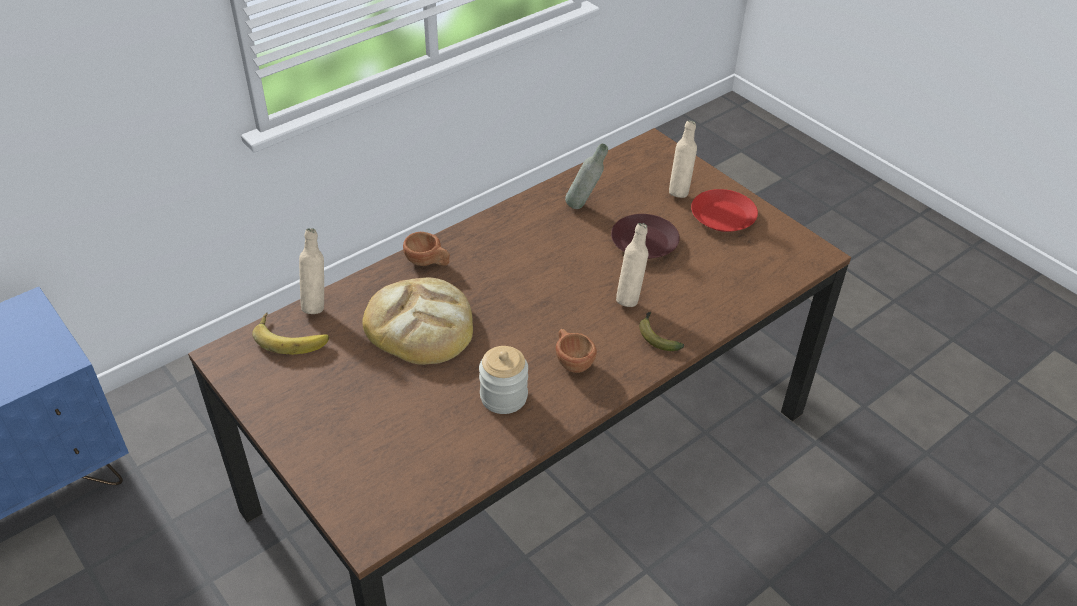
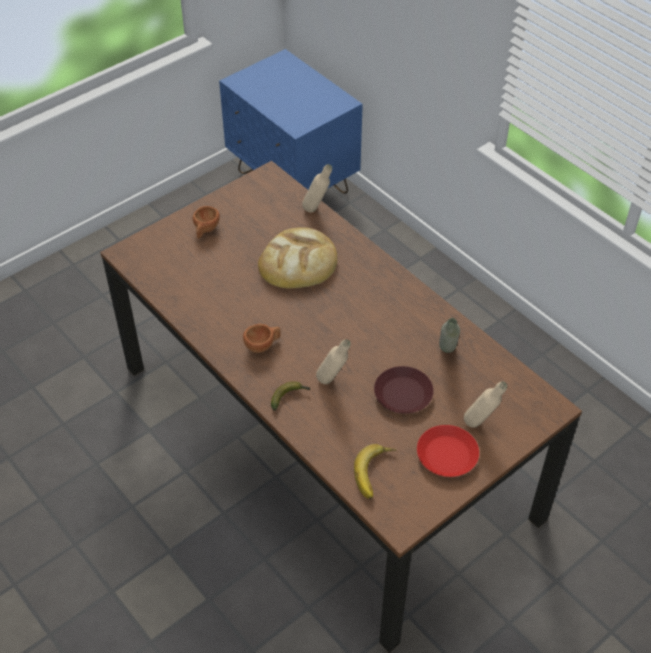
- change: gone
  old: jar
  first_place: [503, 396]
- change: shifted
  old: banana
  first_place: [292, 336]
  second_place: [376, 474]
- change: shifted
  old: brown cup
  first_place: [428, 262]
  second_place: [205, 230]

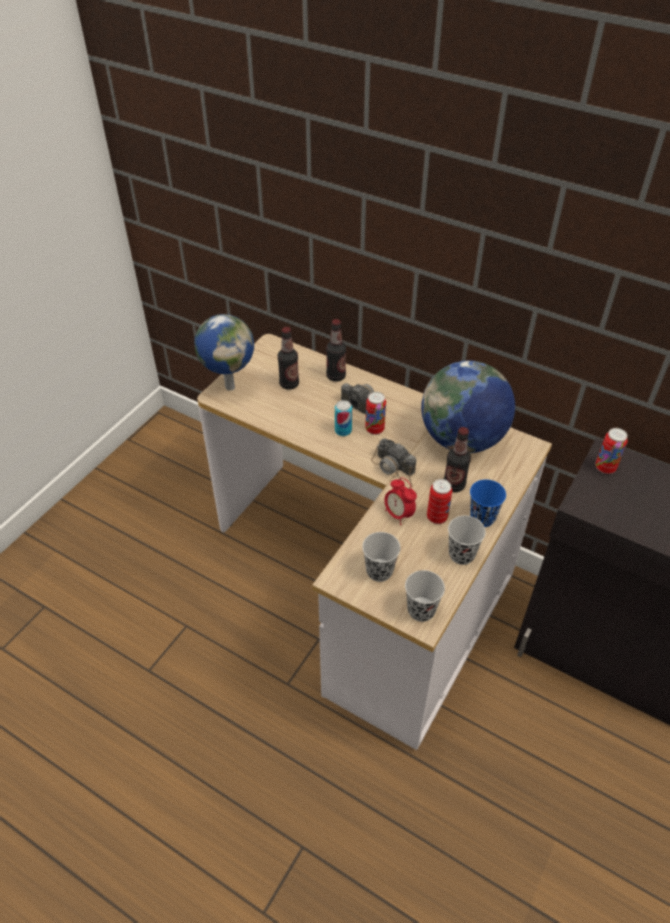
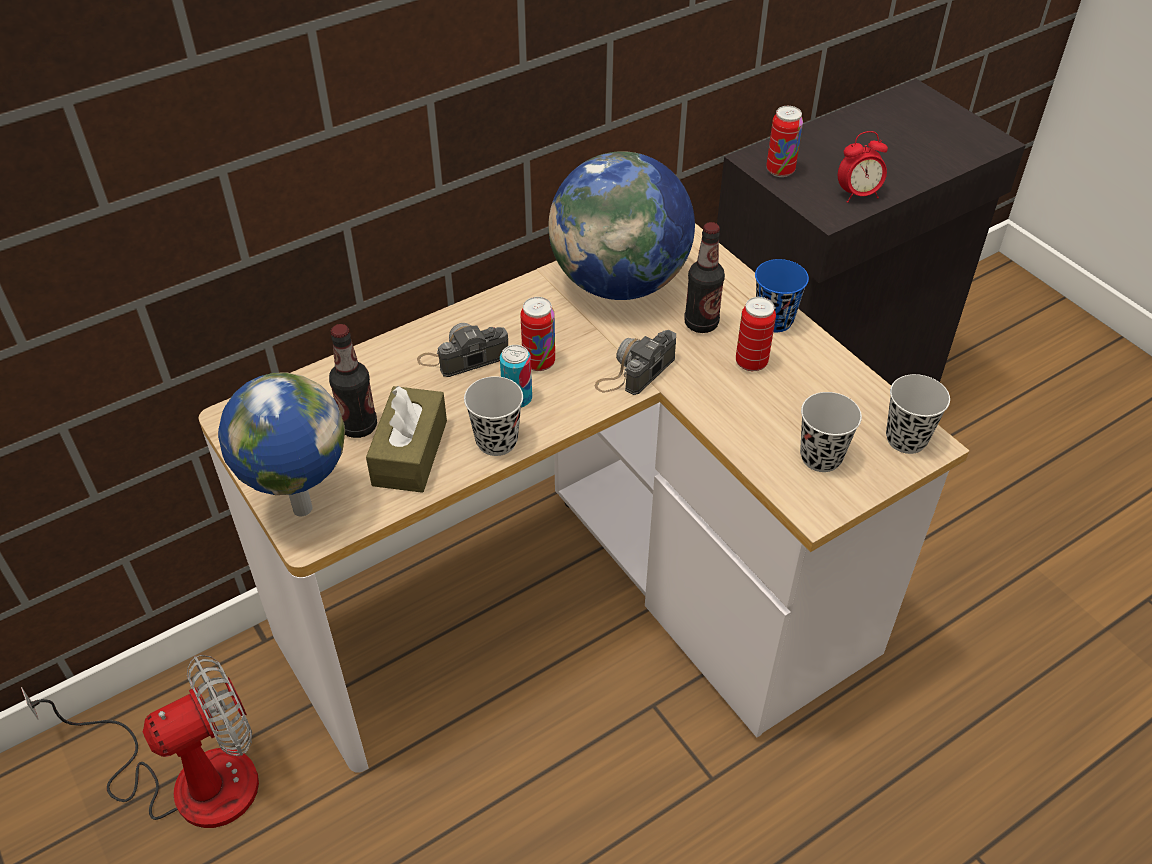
- change: gone
  old: bottle
  first_place: [336, 376]
- change: new
  new: fan
  second_place: [189, 778]
- change: new
  new: brown tissue box
  second_place: [410, 453]
- change: shifted
  old: alarm clock
  first_place: [398, 514]
  second_place: [858, 195]
- change: shifted
  old: black cup
  first_place: [461, 554]
  second_place: [496, 441]
- change: rotated
  old: photo camera
  first_place: [394, 469]
  second_place: [635, 371]
  degrees: 150

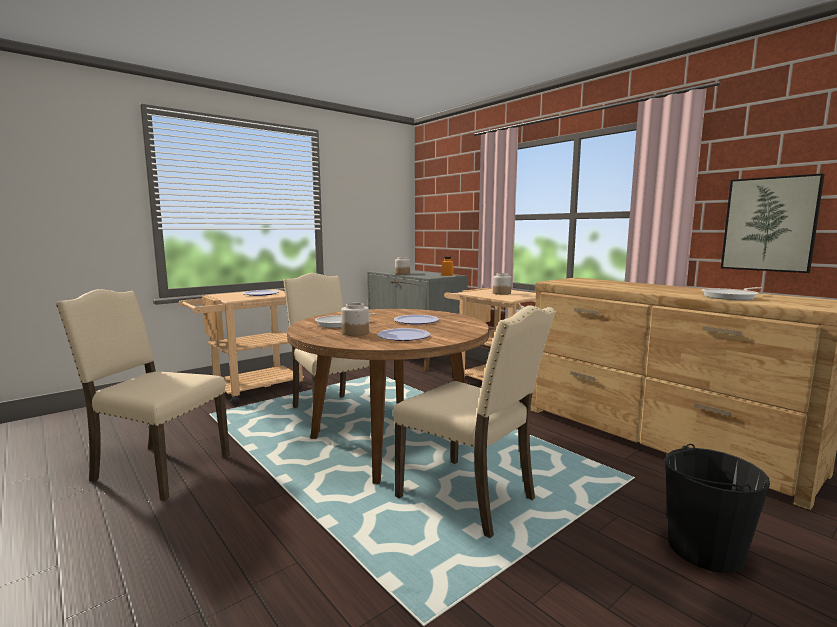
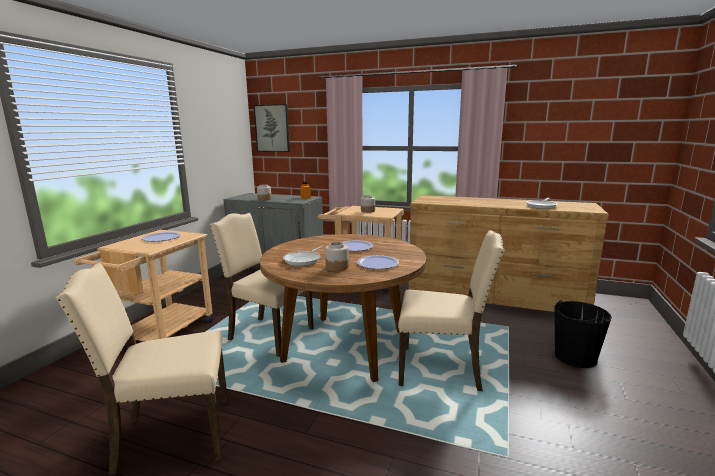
- change: shifted
  old: picture
  first_place: [769, 224]
  second_place: [272, 128]

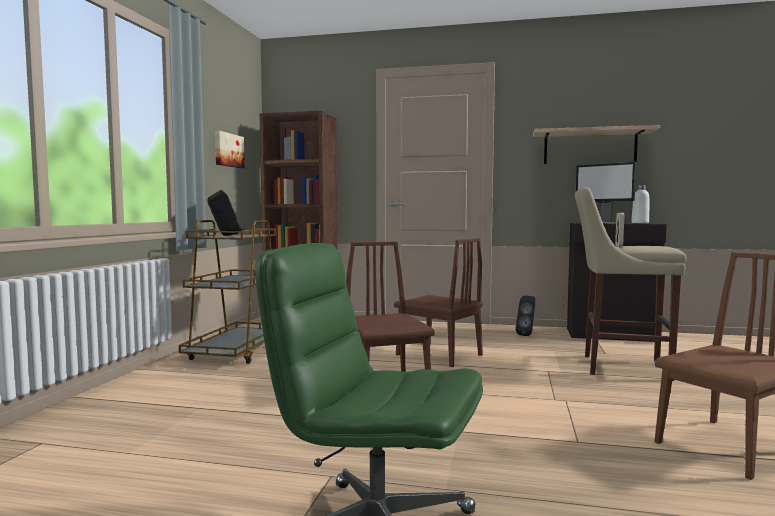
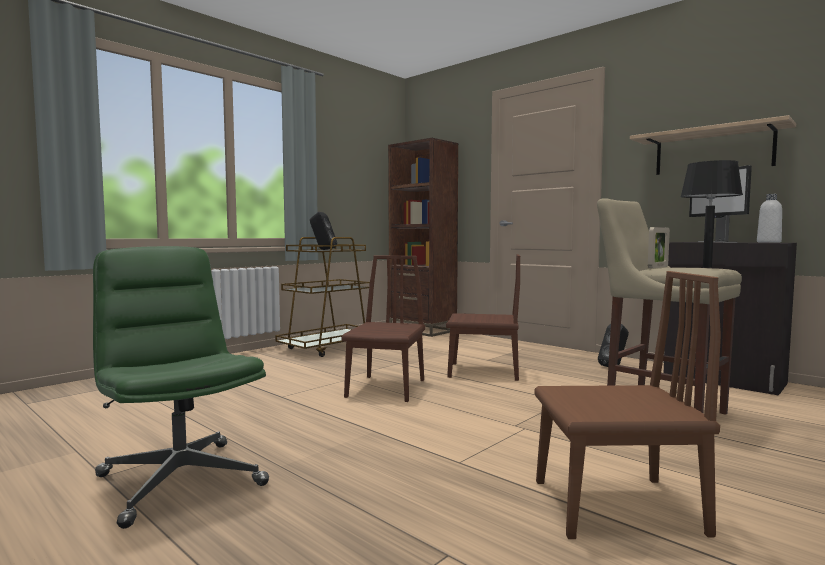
- change: gone
  old: picture
  first_place: [228, 150]
- change: new
  new: black table lamp
  second_place: [707, 267]
- change: rotated
  old: brown chair
  first_place: [438, 355]
  second_place: [483, 371]
  degrees: -60

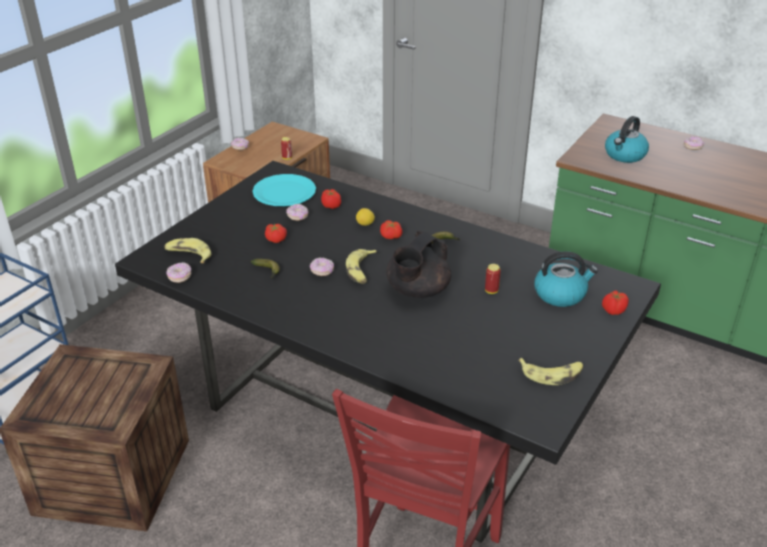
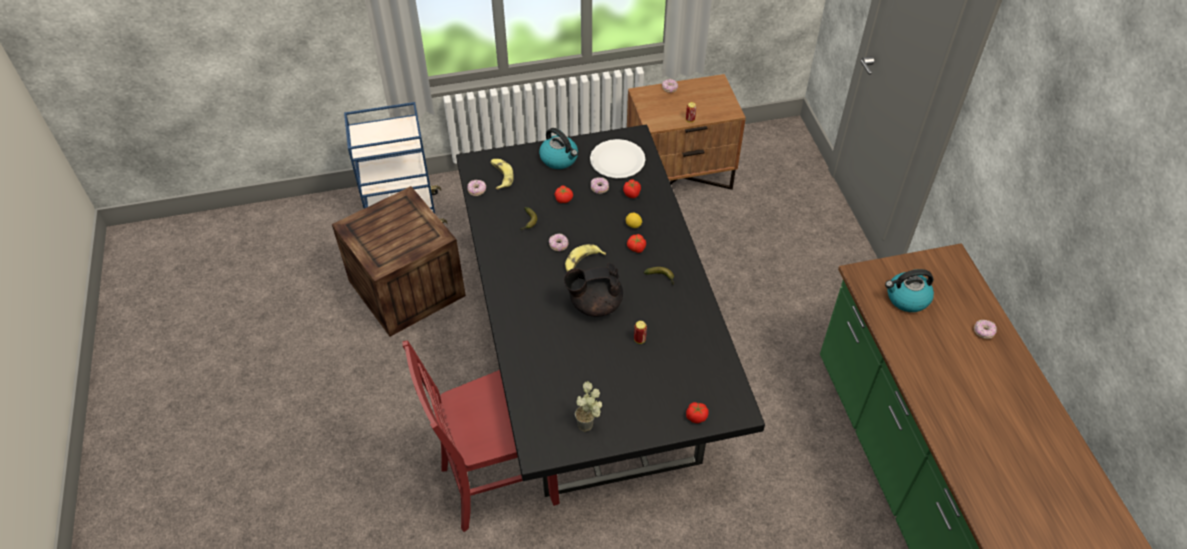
- change: shifted
  old: kettle
  first_place: [560, 294]
  second_place: [559, 159]
- change: swapped
  old: banana
  new: potted plant
  first_place: [552, 374]
  second_place: [590, 426]
- change: repainted
  old: turquoise plate
  new: white plate
  first_place: [284, 192]
  second_place: [617, 160]

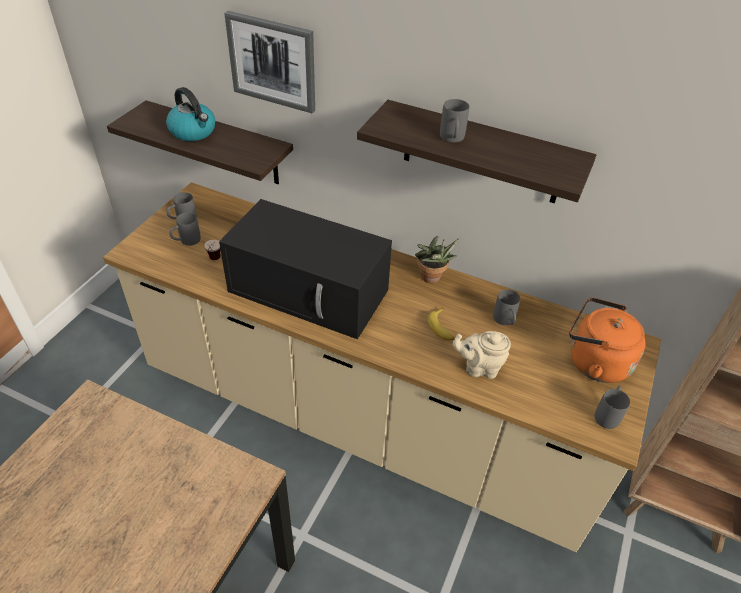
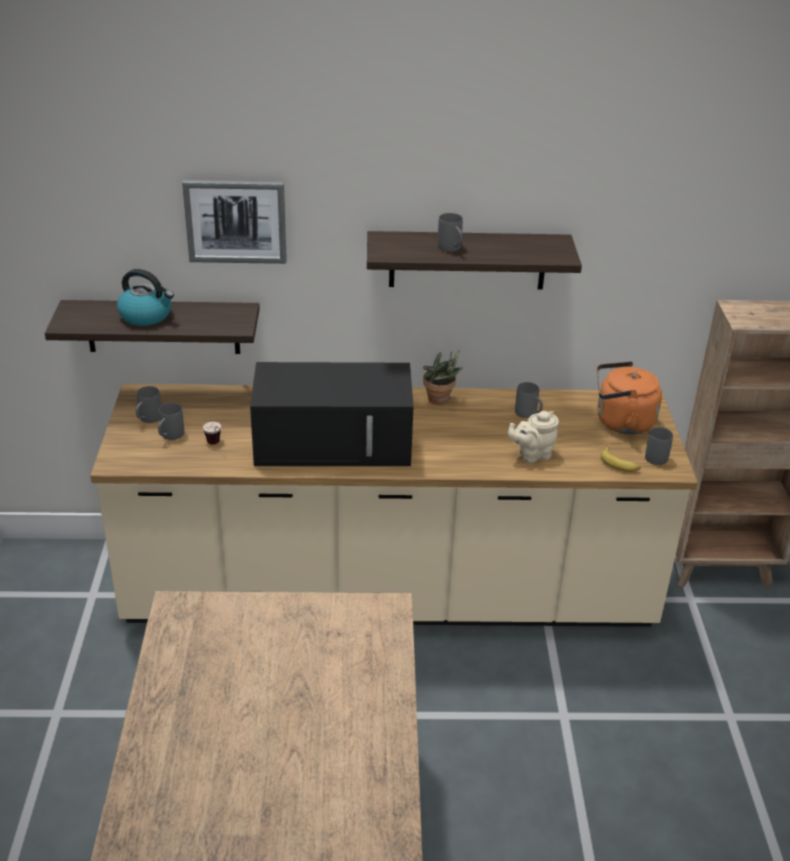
- change: shifted
  old: banana
  first_place: [442, 328]
  second_place: [619, 464]

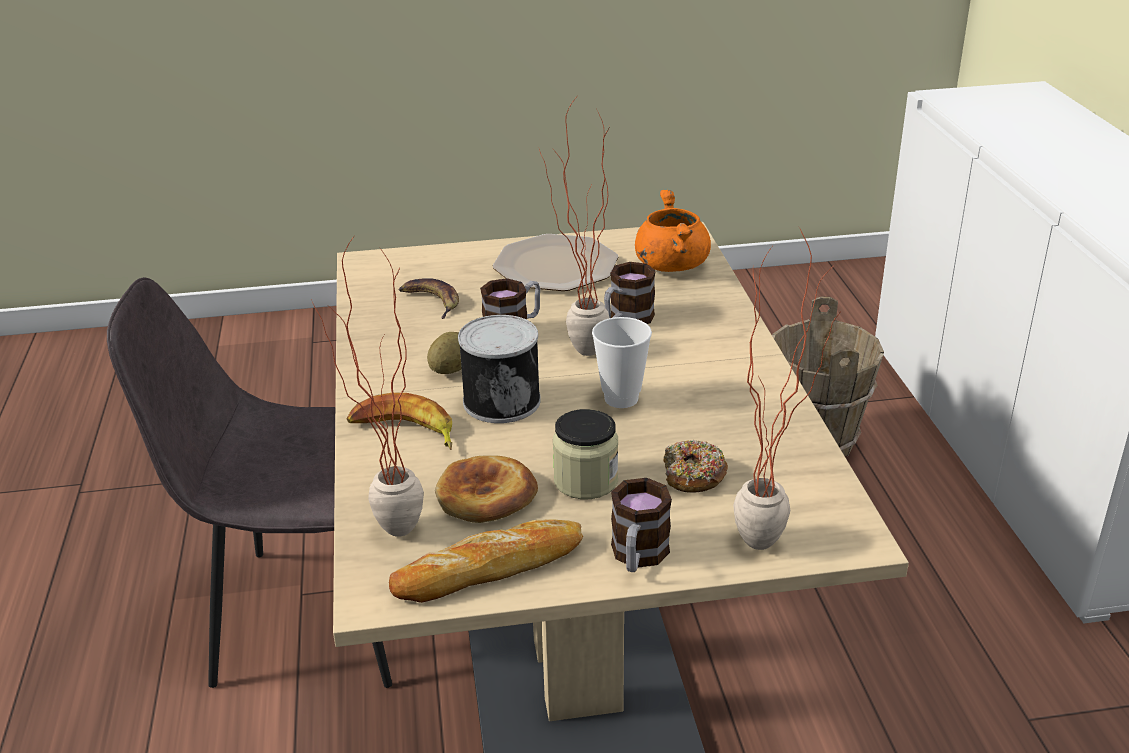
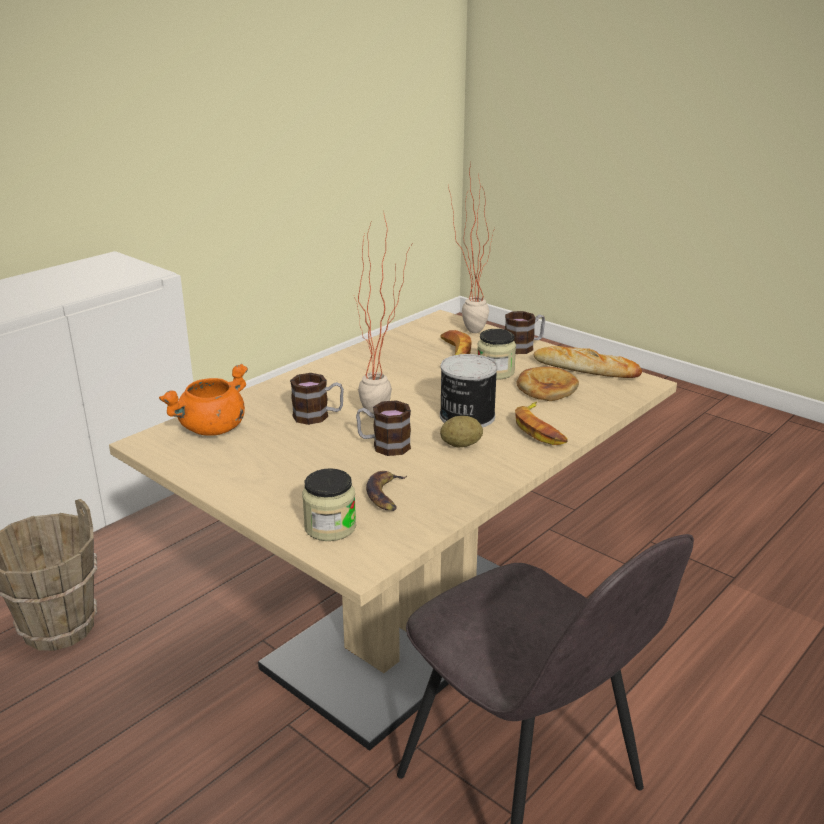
- change: gone
  old: potted plant
  first_place: [385, 537]
- change: gone
  old: plate
  first_place: [554, 266]
- change: gone
  old: cup
  first_place: [621, 398]
- change: new
  new: jar
  second_place: [330, 527]
- change: swapped
  old: donut
  new: banana
  first_place: [693, 476]
  second_place: [451, 353]

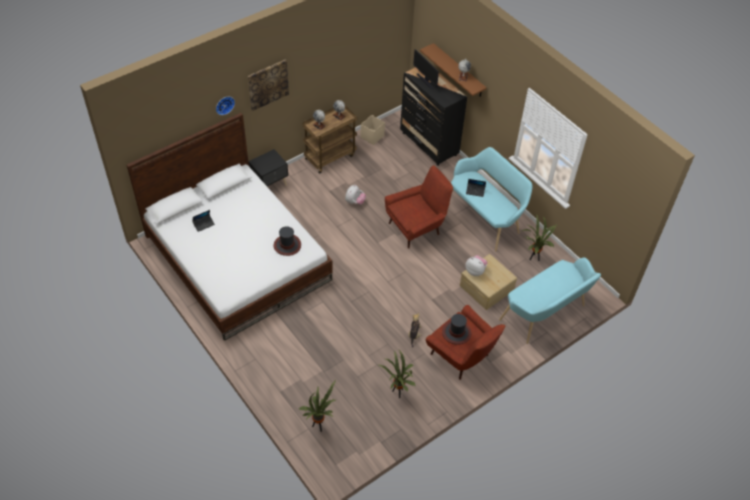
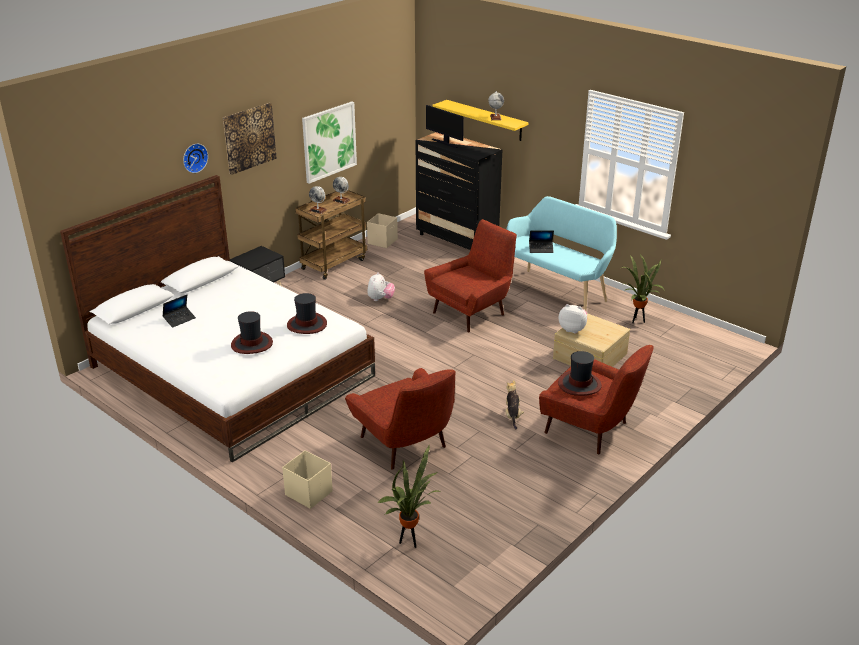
- change: gone
  old: potted plant
  first_place: [398, 393]
- change: gone
  old: turquoise bench
  first_place: [545, 315]
- change: new
  new: hat
  second_place: [252, 344]
- change: new
  new: beige storage box
  second_place: [308, 493]
- change: new
  new: picture
  second_place: [329, 141]
- change: new
  new: red armchair
  second_place: [406, 445]
- change: repainted
  old: brown shelf
  new: yellow shelf
  first_place: [458, 71]
  second_place: [486, 120]

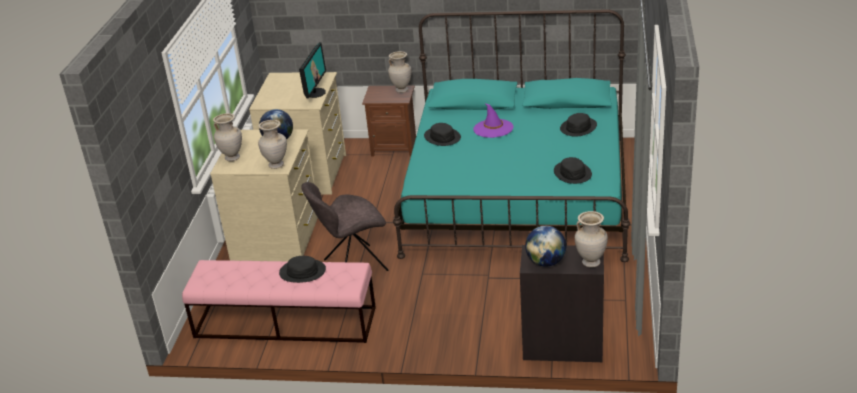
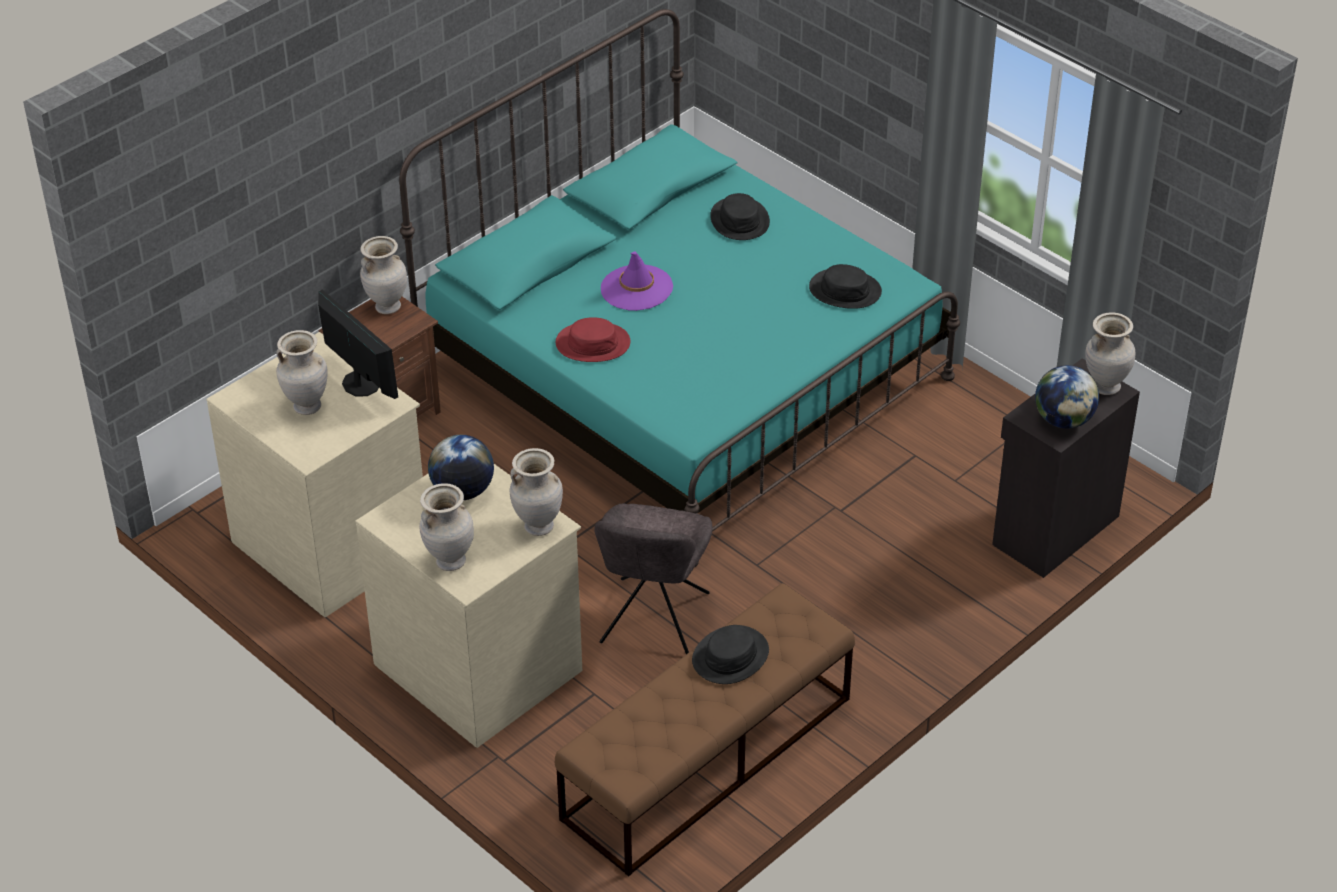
- change: new
  new: beige vase
  second_place: [307, 406]
- change: repainted
  old: pink bench
  new: brown bench
  first_place: [284, 322]
  second_place: [706, 759]
- change: repainted
  old: black hat
  new: red hat
  first_place: [442, 137]
  second_place: [593, 343]

